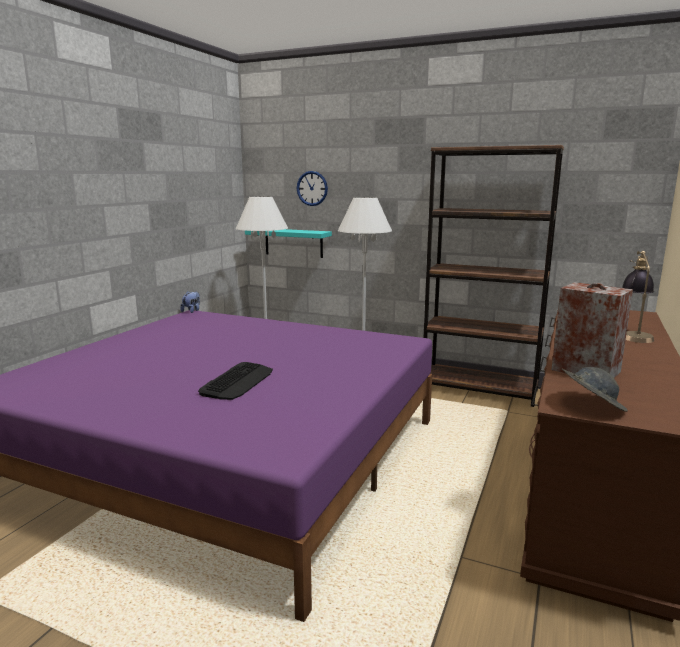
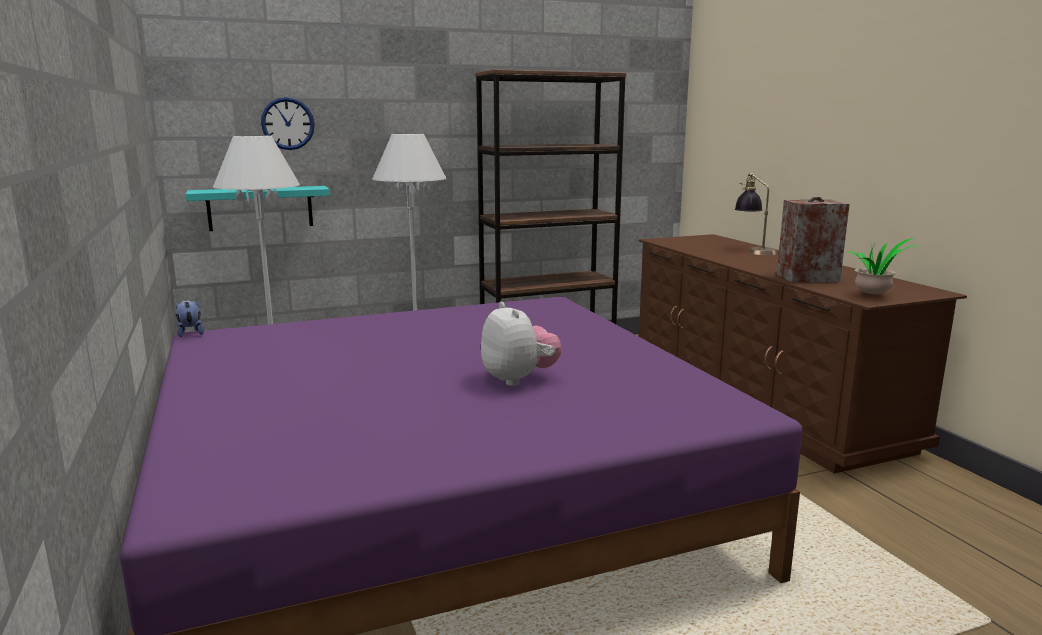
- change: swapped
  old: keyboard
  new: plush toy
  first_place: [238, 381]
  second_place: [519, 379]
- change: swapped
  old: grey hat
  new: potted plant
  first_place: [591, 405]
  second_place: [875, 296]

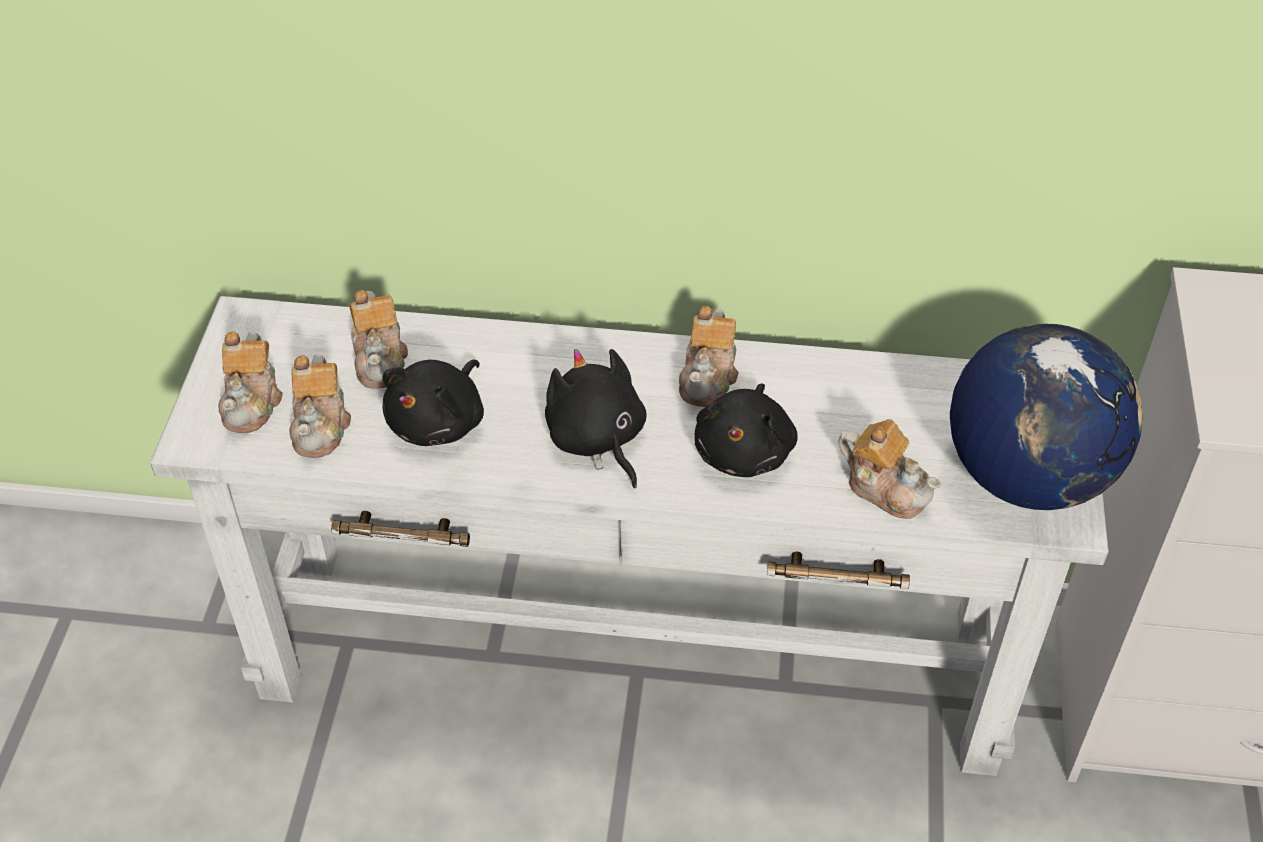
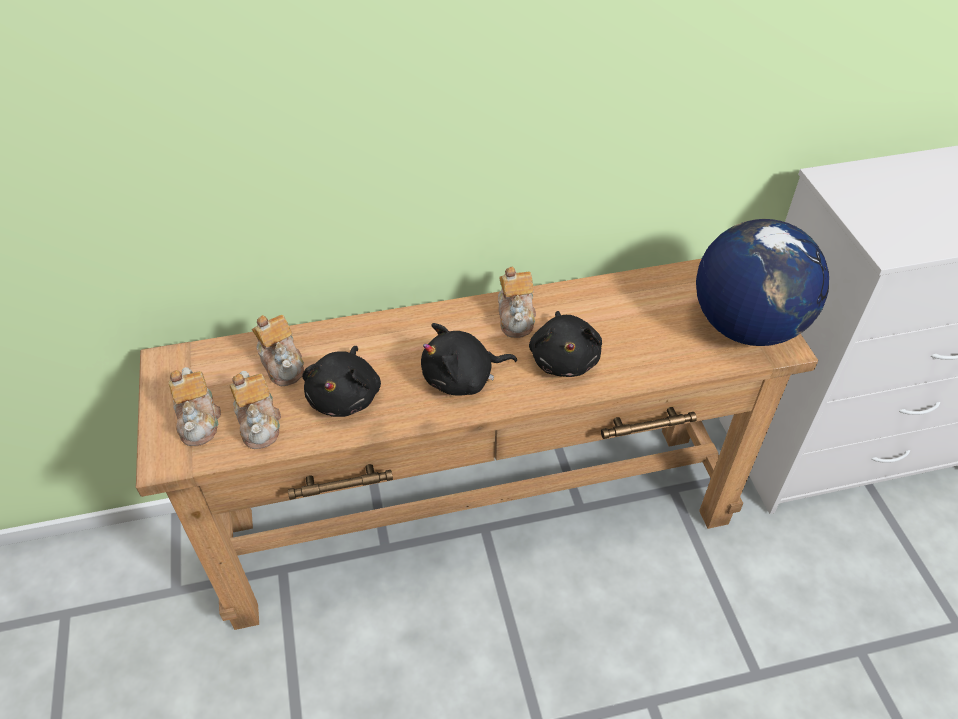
- change: gone
  old: teapot
  first_place: [886, 488]
- change: repainted
  old: white console table
  new: brown console table
  first_place: [632, 658]
  second_place: [478, 520]
- change: rotated
  old: black plush toy
  first_place: [597, 440]
  second_place: [462, 378]
  degrees: -60

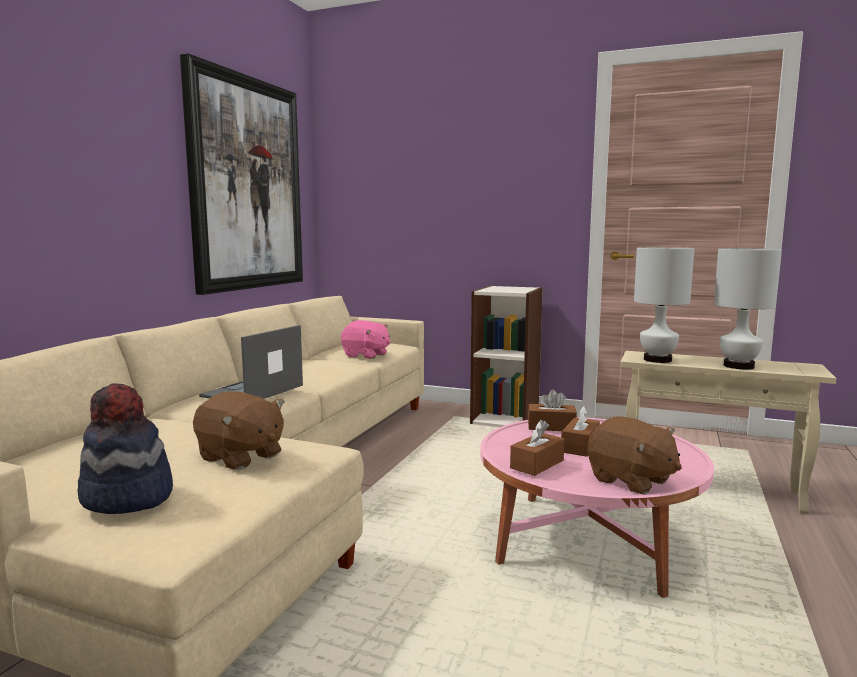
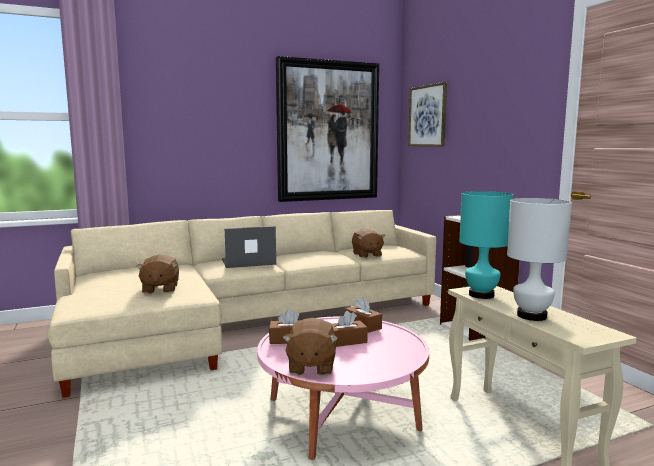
- change: gone
  old: hat
  first_place: [127, 498]
- change: new
  new: picture
  second_place: [427, 116]
- change: repainted
  old: pink plush toy
  new: brown plush toy
  first_place: [366, 355]
  second_place: [367, 255]
- change: repainted
  old: white table lamp
  new: turquoise table lamp
  first_place: [657, 360]
  second_place: [481, 295]

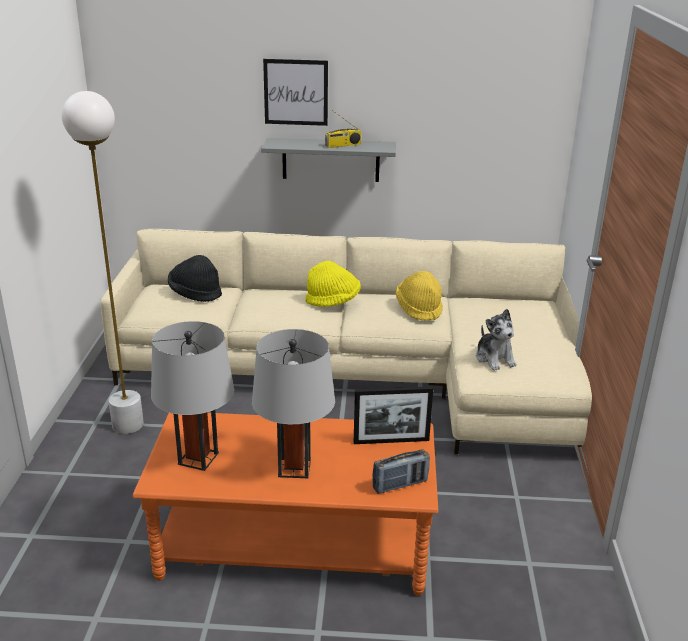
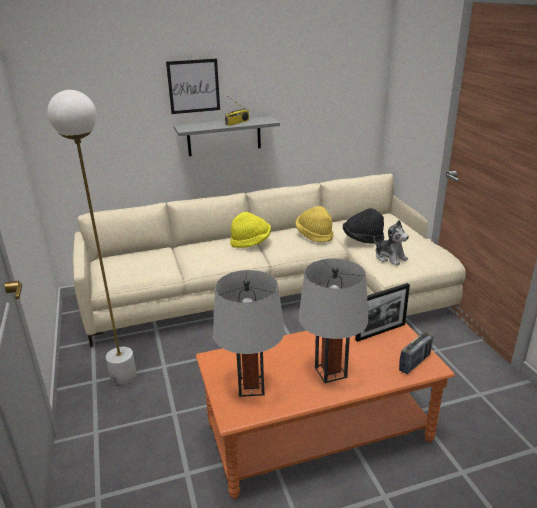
- change: shifted
  old: black hat
  first_place: [195, 294]
  second_place: [362, 239]

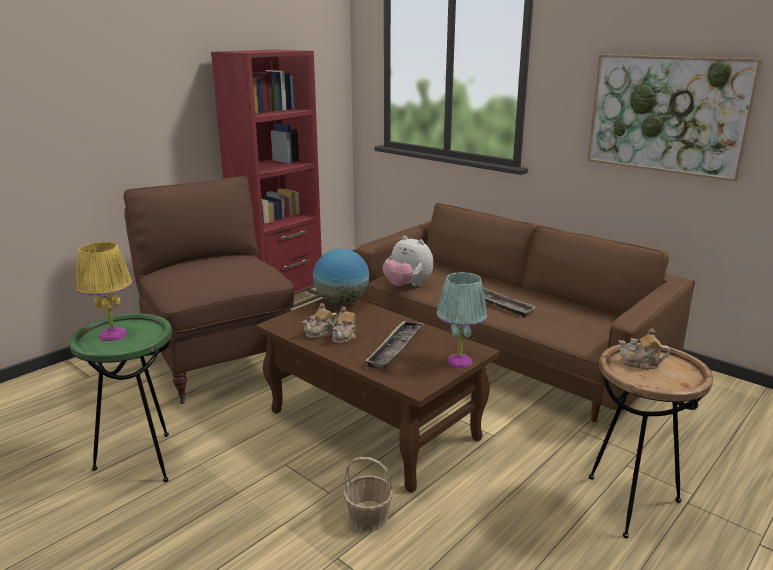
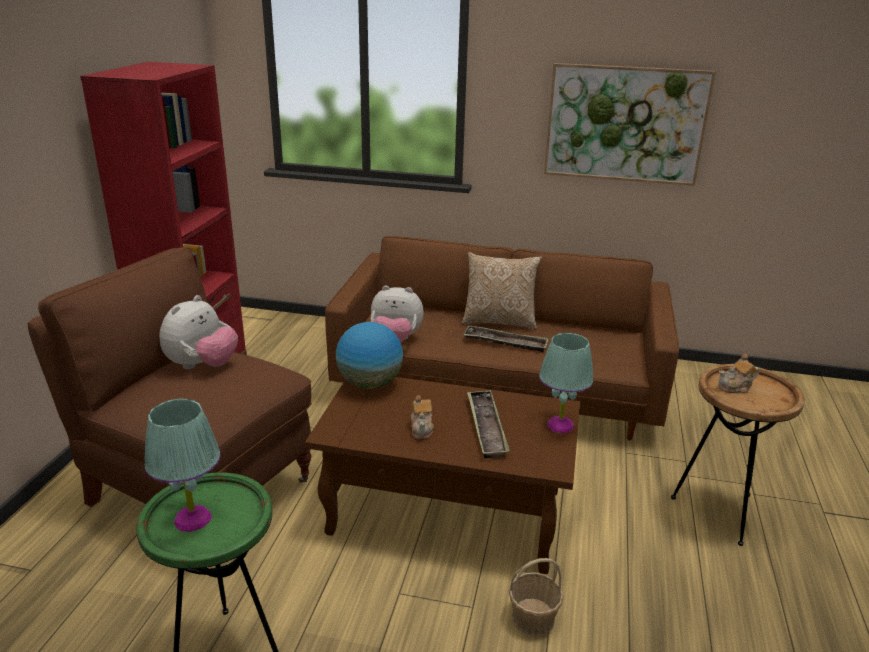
- change: gone
  old: teapot
  first_place: [321, 333]
- change: new
  new: plush toy
  second_place: [202, 366]
- change: new
  new: pillow
  second_place: [499, 321]
- change: repainted
  old: yellow table lamp
  new: turquoise table lamp
  first_place: [113, 335]
  second_place: [192, 518]

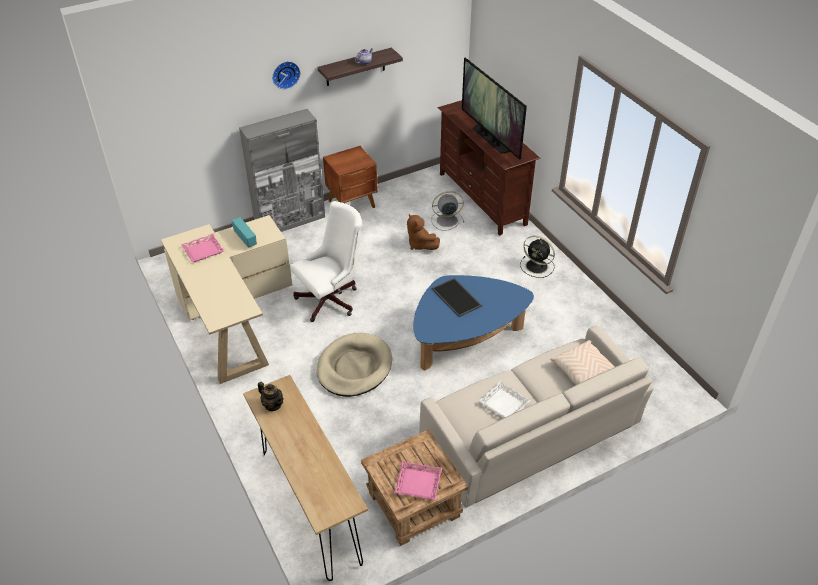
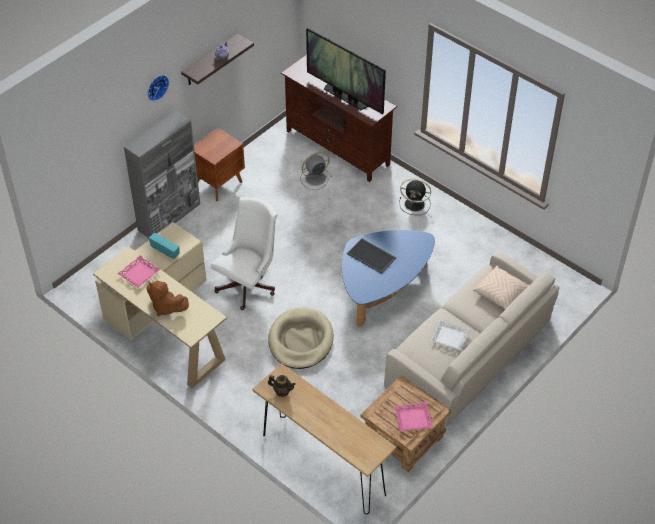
- change: shifted
  old: brown plush toy
  first_place: [420, 244]
  second_place: [166, 307]

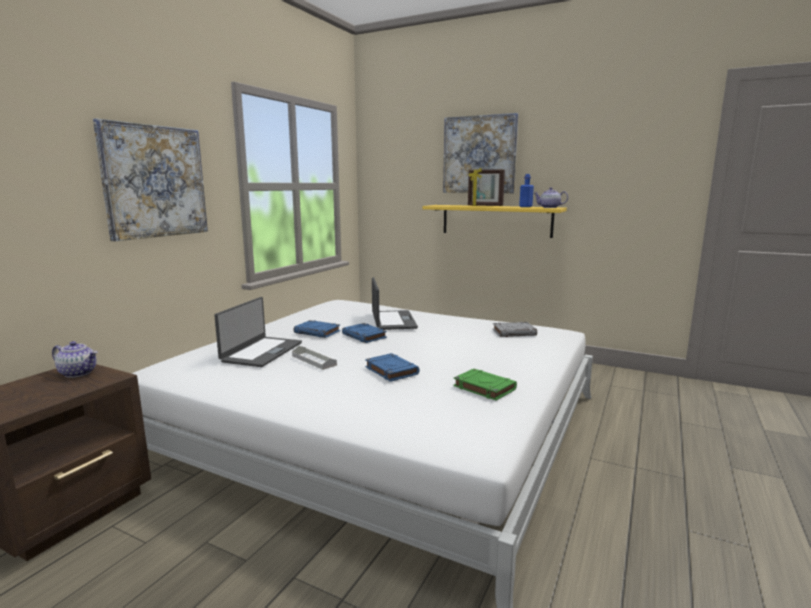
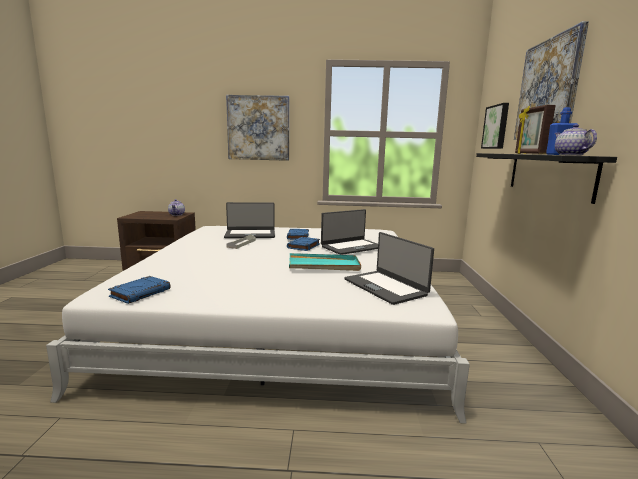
- change: gone
  old: green book
  first_place: [483, 388]
- change: new
  new: turquoise tray
  second_place: [324, 265]
- change: new
  new: picture
  second_place: [496, 127]
- change: shifted
  old: blue book
  first_place: [391, 370]
  second_place: [140, 293]
- change: swapped
  old: grey book
  new: laptop
  first_place: [514, 332]
  second_place: [385, 287]
- change: repainted
  old: yellow shelf
  new: black shelf
  first_place: [496, 220]
  second_place: [548, 174]

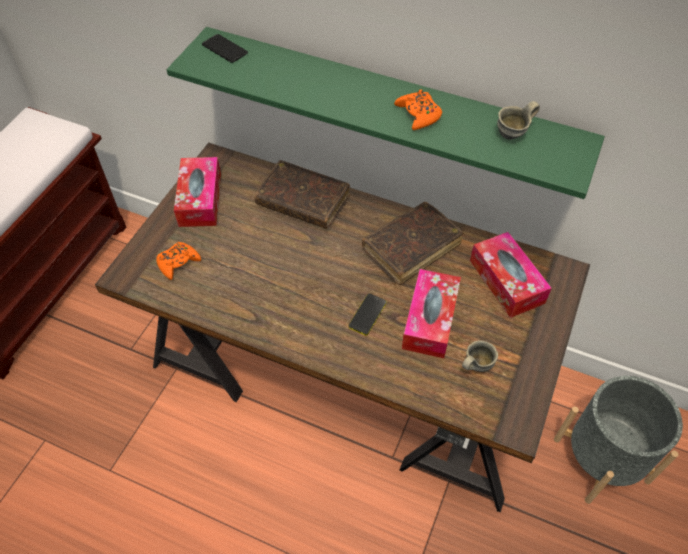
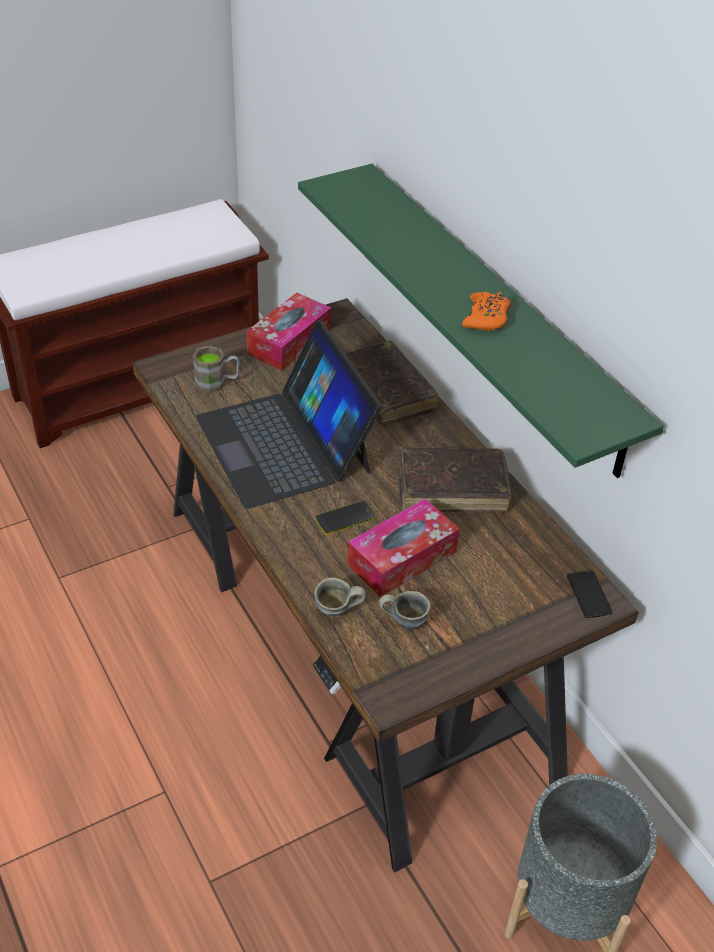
- change: gone
  old: tissue box
  first_place: [506, 281]
- change: new
  new: laptop
  second_place: [284, 443]
- change: shifted
  old: phone
  first_place: [225, 49]
  second_place: [589, 595]
- change: shifted
  old: grey mug
  first_place: [513, 135]
  second_place: [336, 613]
- change: swapped
  old: orange game controller
  new: brown mug
  first_place: [178, 263]
  second_place: [217, 382]

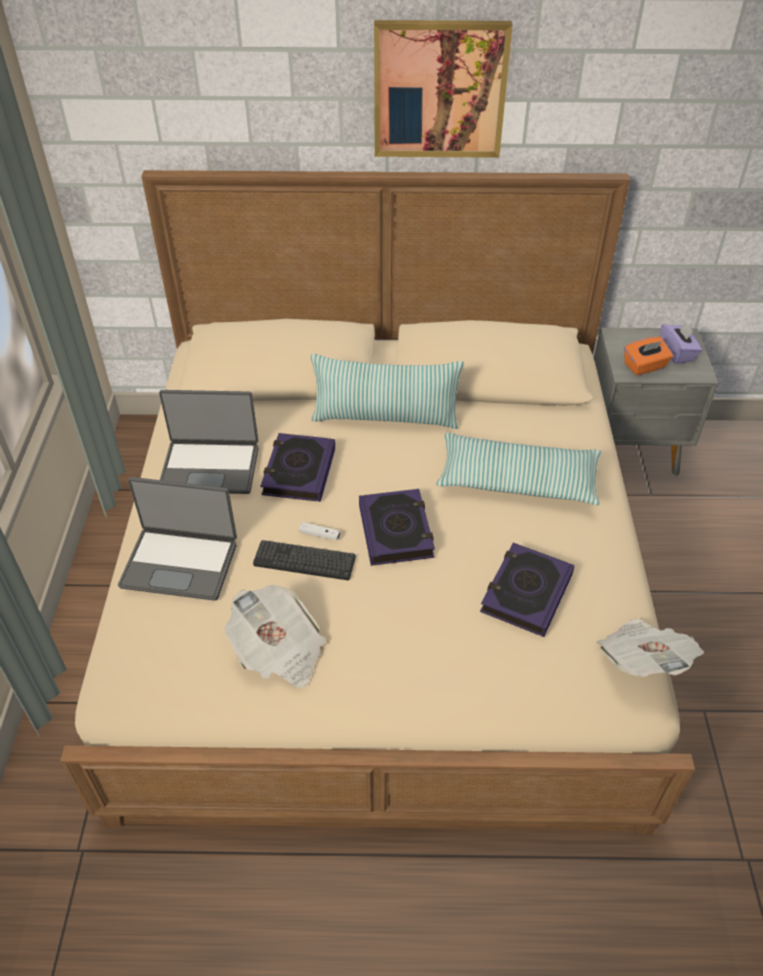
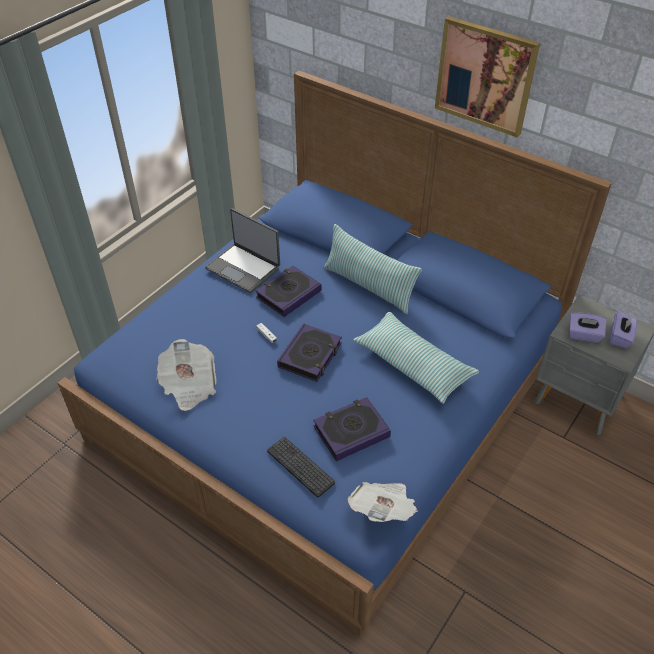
- change: gone
  old: laptop
  first_place: [180, 563]
- change: shifted
  old: keyboard
  first_place: [304, 561]
  second_place: [300, 467]
- change: repainted
  old: beige bed
  new: blue bed
  first_place: [381, 586]
  second_place: [327, 397]
- change: repainted
  old: orange tissue box
  new: purple tissue box
  first_place: [644, 366]
  second_place: [583, 335]

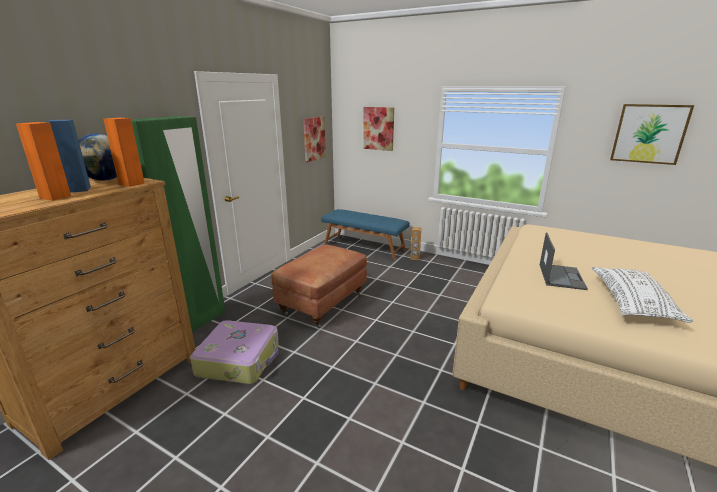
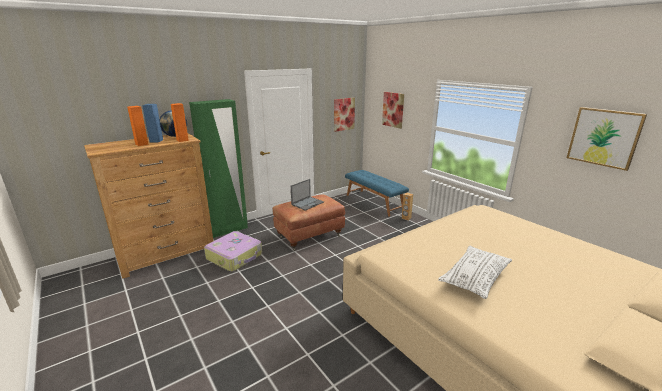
- change: shifted
  old: laptop
  first_place: [561, 276]
  second_place: [308, 203]

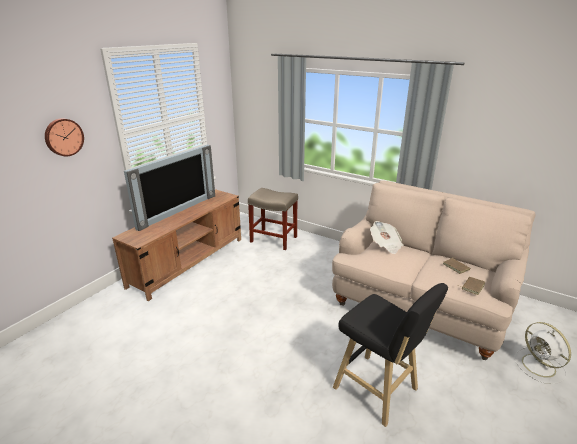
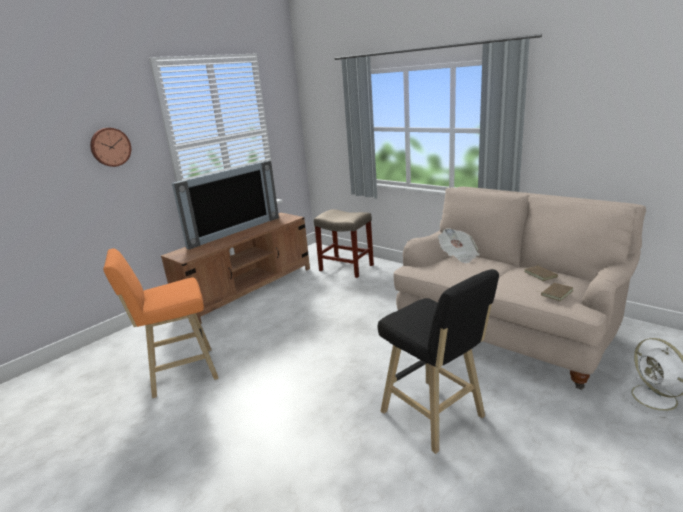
- change: new
  new: orange stool
  second_place: [179, 373]

